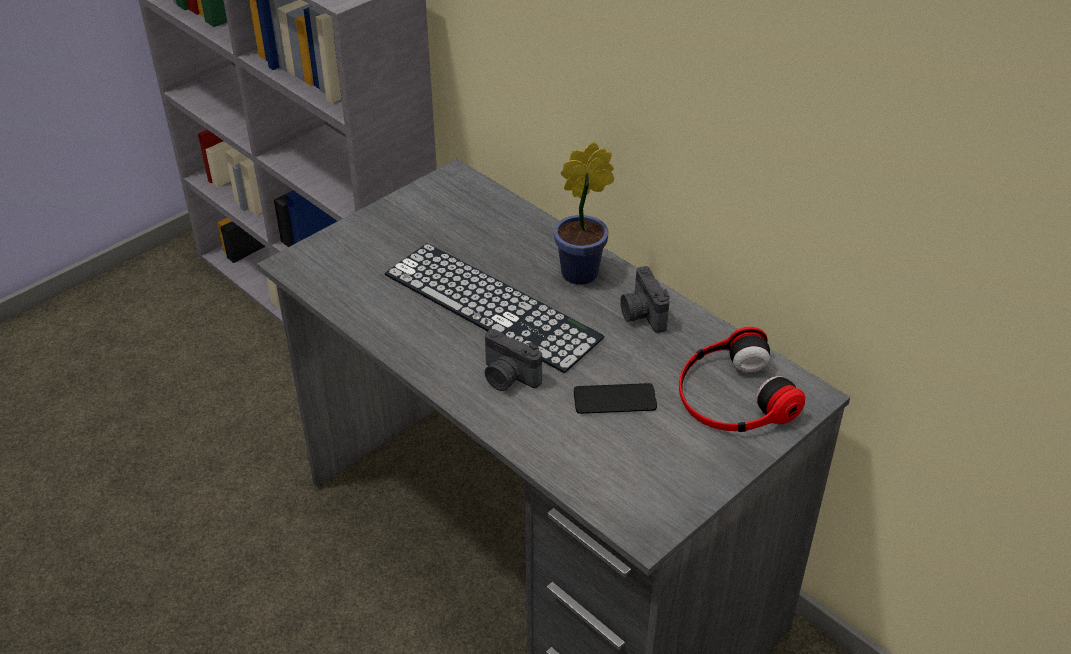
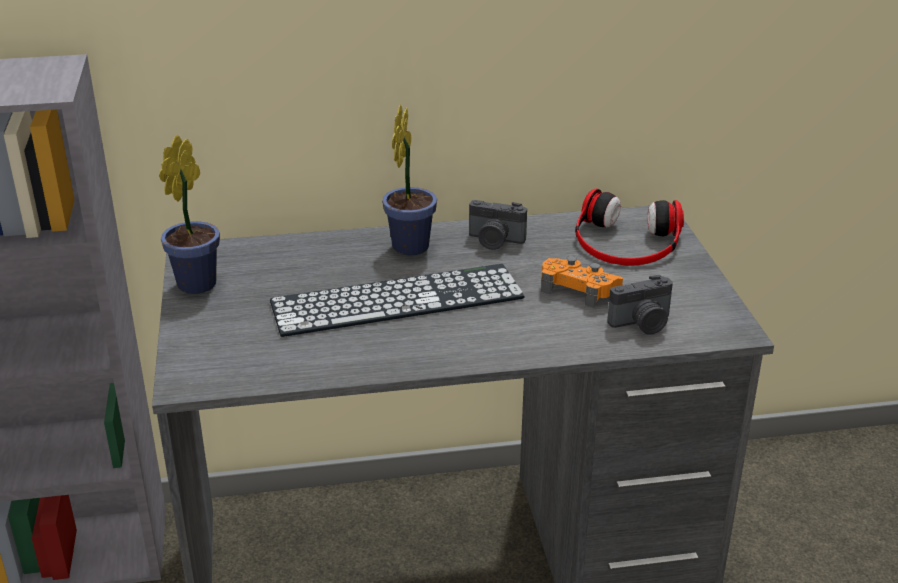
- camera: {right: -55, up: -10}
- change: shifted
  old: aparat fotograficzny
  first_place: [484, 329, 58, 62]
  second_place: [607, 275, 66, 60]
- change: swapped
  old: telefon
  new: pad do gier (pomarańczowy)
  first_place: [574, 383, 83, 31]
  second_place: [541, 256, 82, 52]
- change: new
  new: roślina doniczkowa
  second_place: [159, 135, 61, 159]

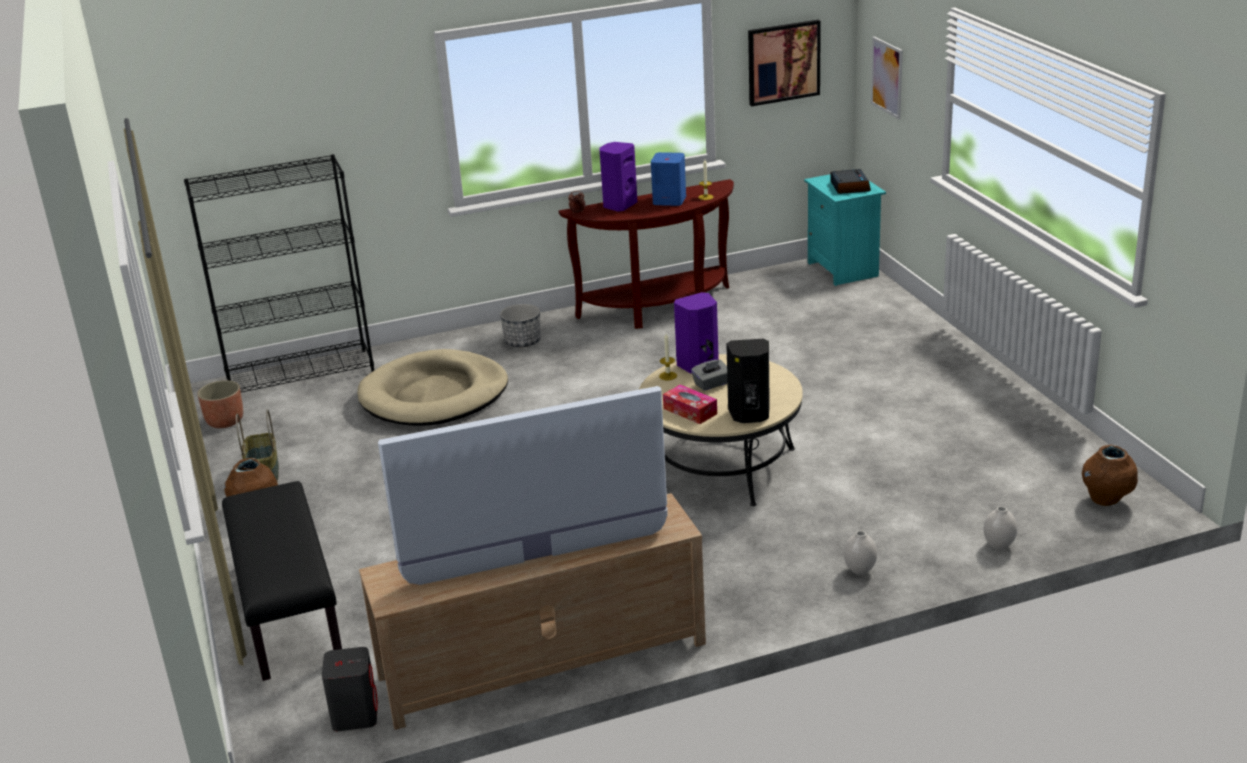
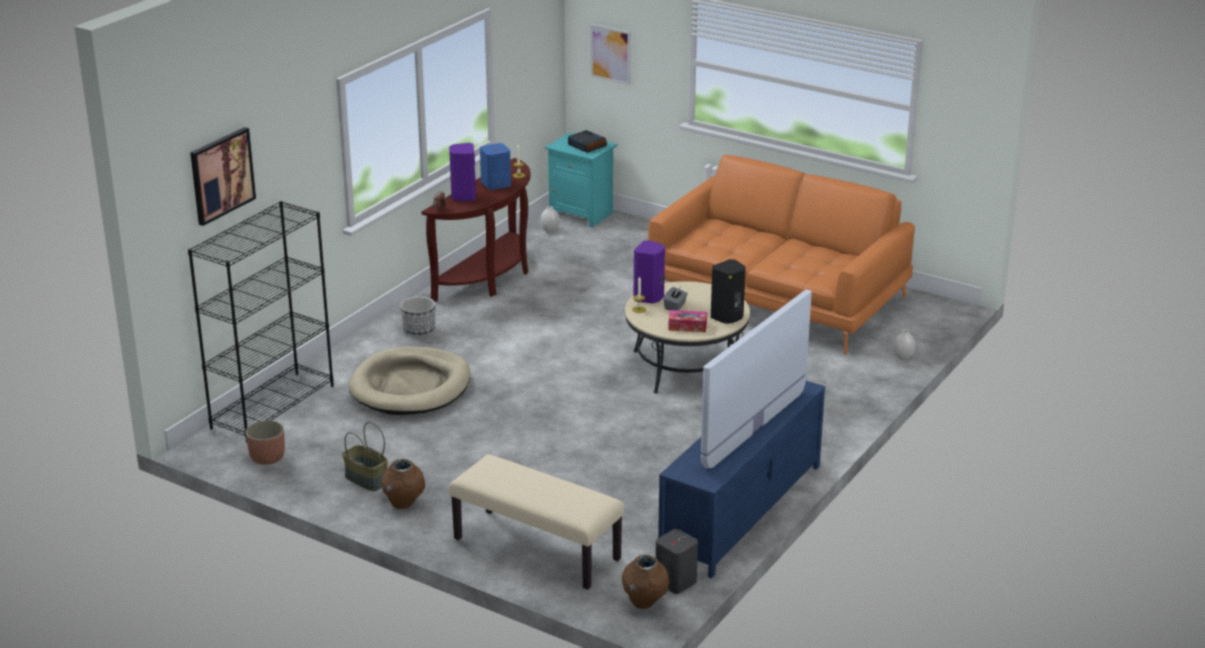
- camera: {right: -40, up: 0}
- change: repainted
  old: ławka (czarny)
  new: ławka (beżowy)
  first_place: [222, 481, 120, 200]
  second_place: [449, 454, 175, 136]
- change: repainted
  old: szafka pod telewizor (beżowy)
  new: szafka pod telewizor (niebieski)
  first_place: [359, 493, 347, 237]
  second_place: [658, 381, 167, 197]
- change: shifted
  old: obraz
  first_place: [748, 20, 73, 86]
  second_place: [190, 127, 66, 99]
- change: shifted
  old: wazon (biały)
  first_place: [844, 531, 33, 44]
  second_place: [540, 206, 20, 27]
- change: shifted
  old: wazon (brązowy)
  first_place: [1082, 445, 56, 61]
  second_place: [622, 555, 47, 54]
- change: new
  new: kanapa (pomarańczowy)
  second_place: [648, 155, 267, 200]

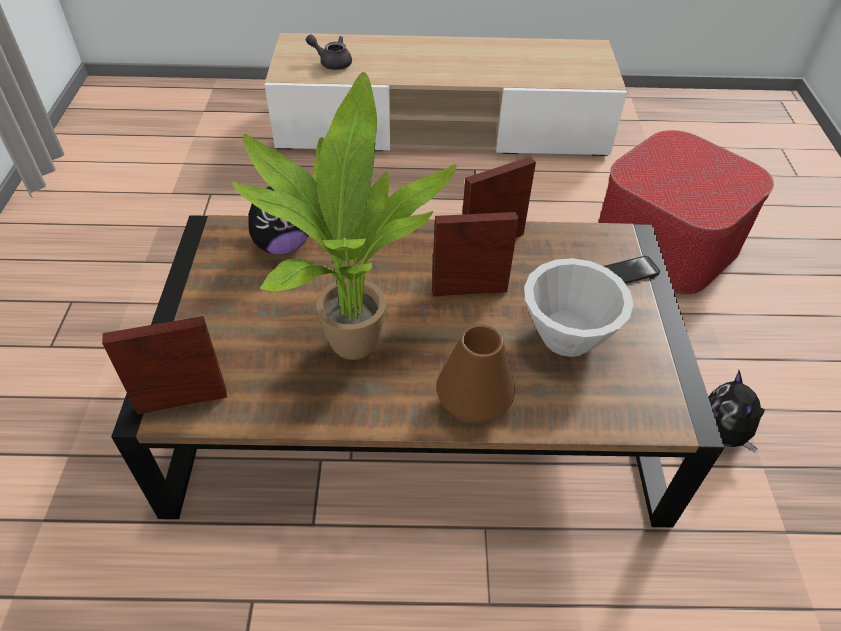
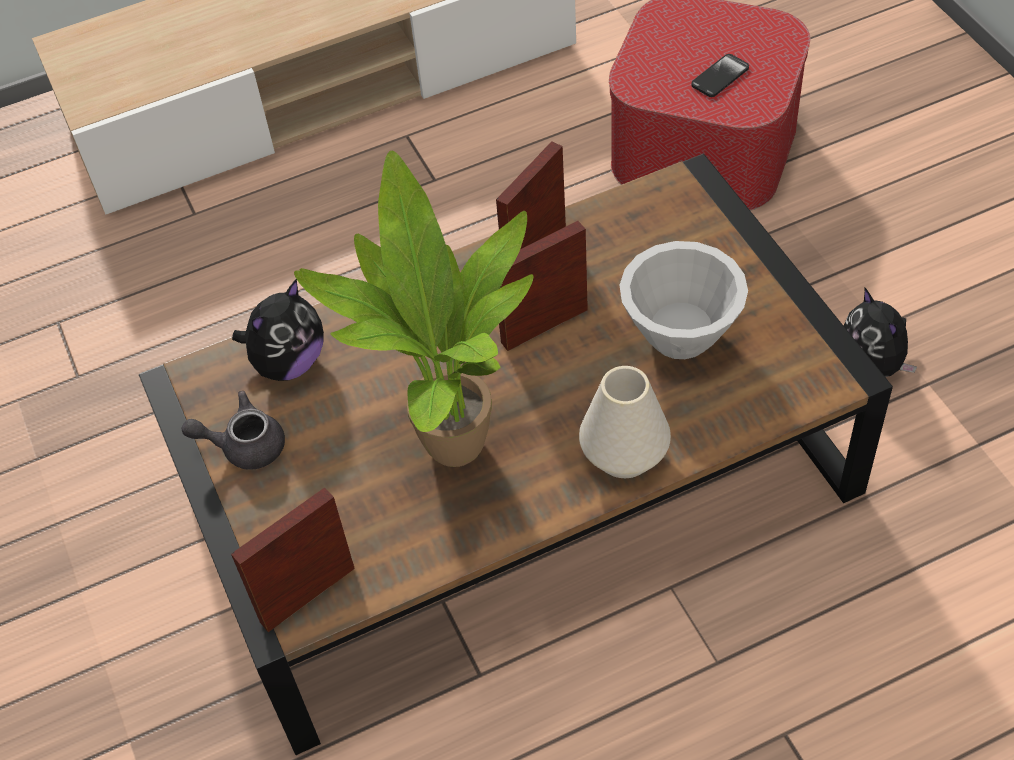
- camera: {right: -20, up: 5}
- change: shifted
  old: imbryk (szary)
  first_place: [306, 34, 46, 36]
  second_place: [182, 391, 103, 79]
- change: repainted
  old: wazon (brązowy)
  new: wazon (biały)
  first_place: [437, 324, 78, 101]
  second_place: [579, 366, 92, 112]
- change: shifted
  old: telefon
  first_place: [604, 256, 56, 28]
  second_place: [691, 54, 58, 43]

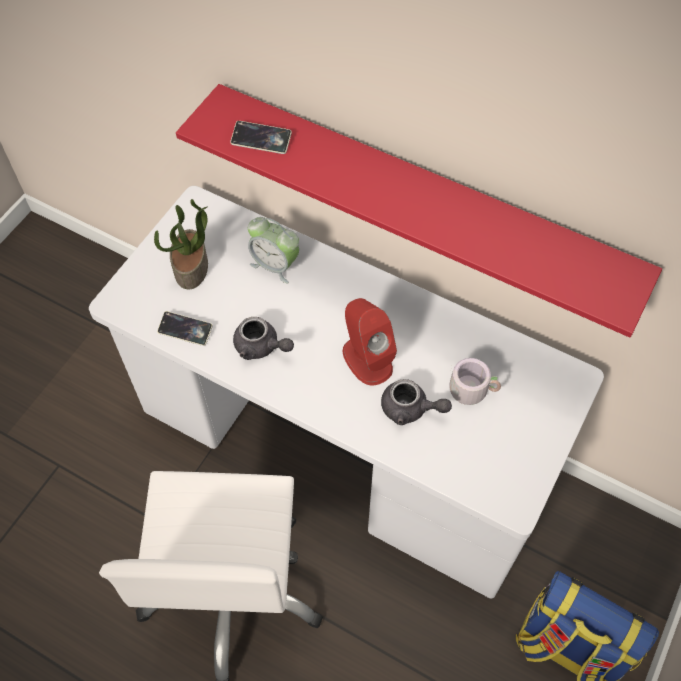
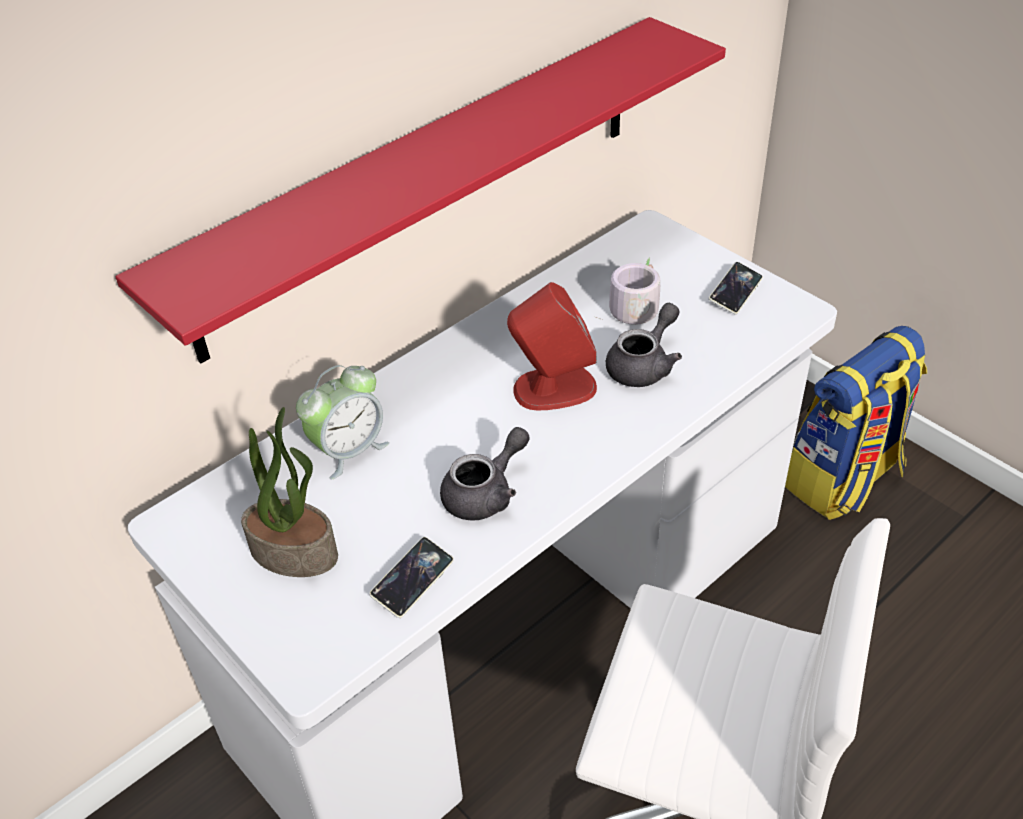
- camera: {right: -70, up: -15}
- change: shifted
  old: telefon
  first_place: [230, 121, 62, 33]
  second_place: [709, 262, 54, 53]

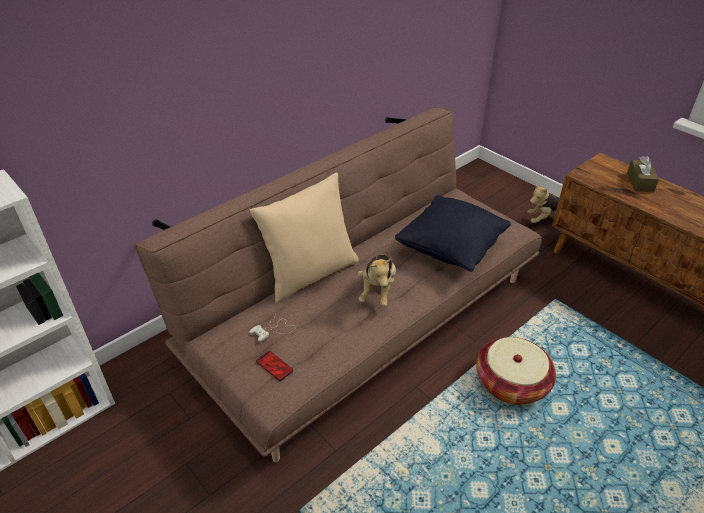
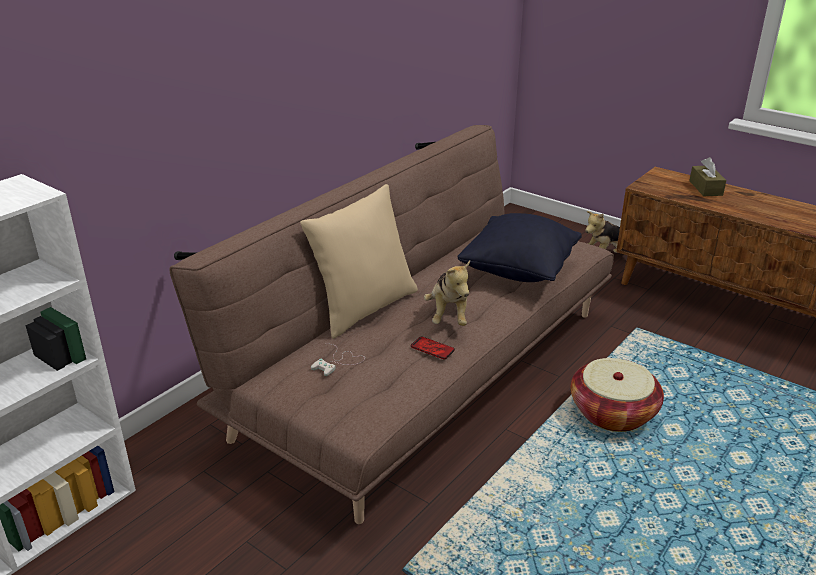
- camera: {right: -10, up: -10}
- change: shifted
  old: telefon
  first_place: [256, 351, 37, 30]
  second_place: [411, 336, 44, 23]

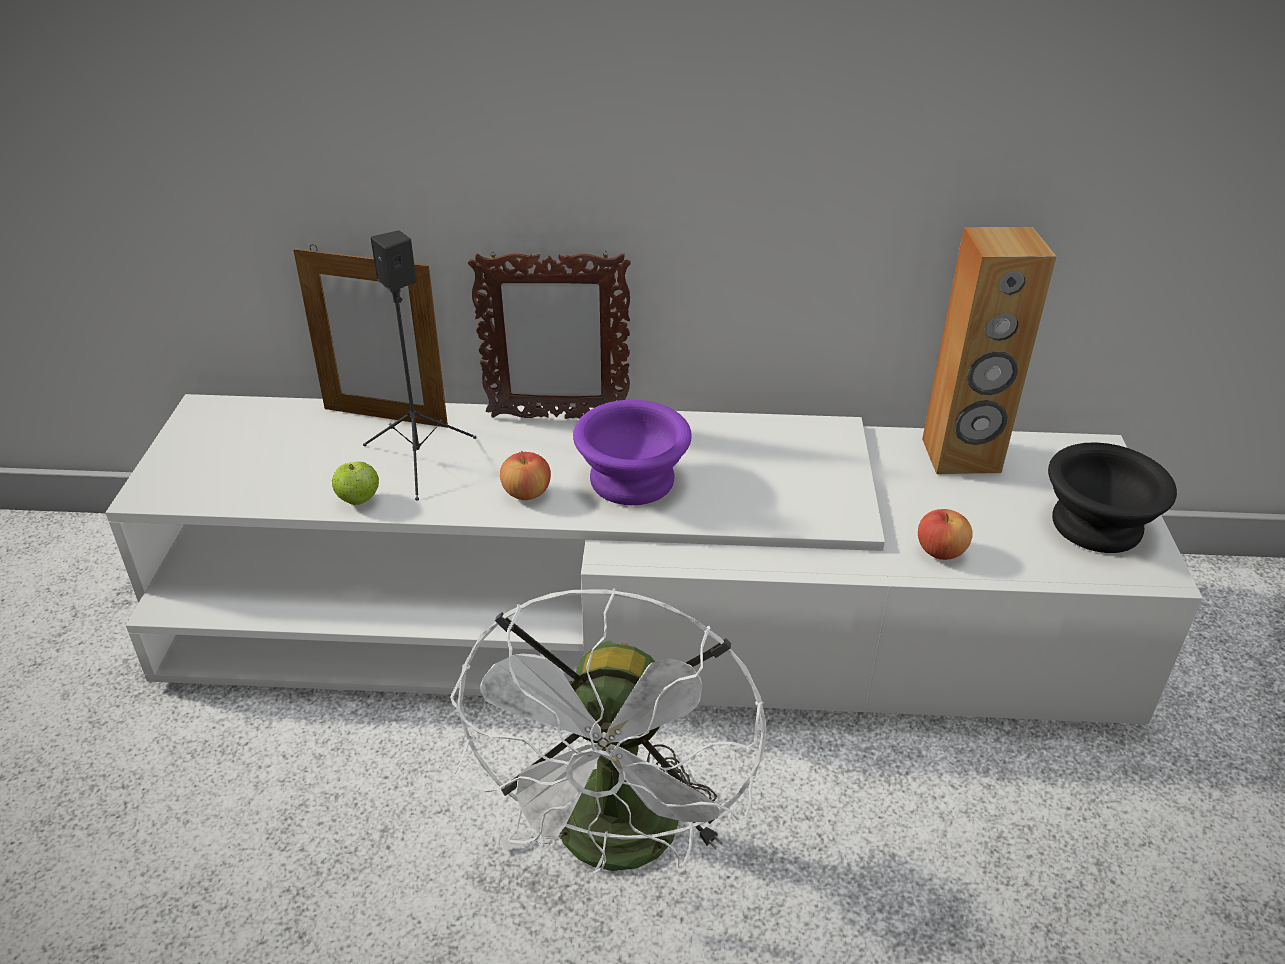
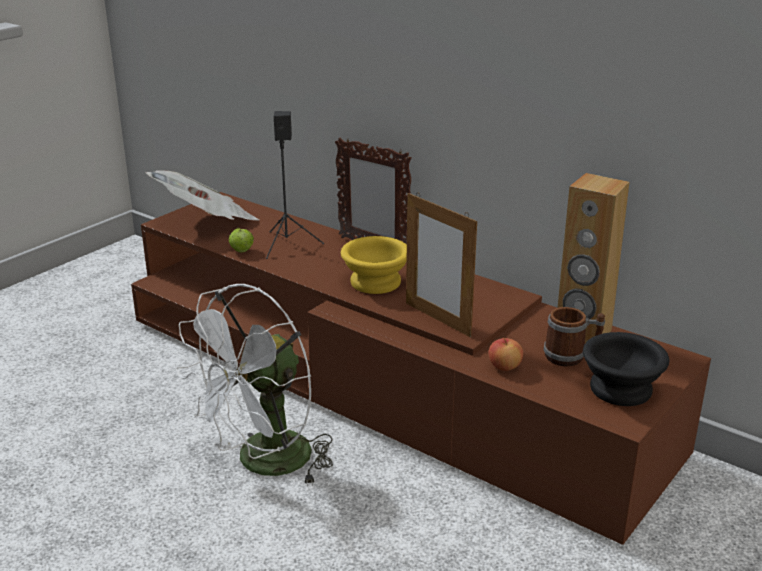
- camera: {right: 35, up: -10}
- change: repainted
  old: szafka pod telewizor (biały)
  new: szafka pod telewizor (brązowy)
  first_place: [105, 394, 1098, 330]
  second_place: [131, 192, 580, 353]
- change: shifted
  old: ramka na zdjęcie
  first_place: [293, 244, 155, 184]
  second_place: [406, 193, 71, 144]
- change: gone
  old: jabłko
  first_place: [500, 451, 51, 49]
- change: repainted
  old: miska (fioletowy)
  new: miska (żółty)
  first_place: [573, 400, 119, 105]
  second_place: [341, 236, 66, 58]
- change: new
  new: gazeta
  second_place: [145, 170, 115, 51]
- change: new
  new: kubek
  second_place: [544, 307, 61, 59]

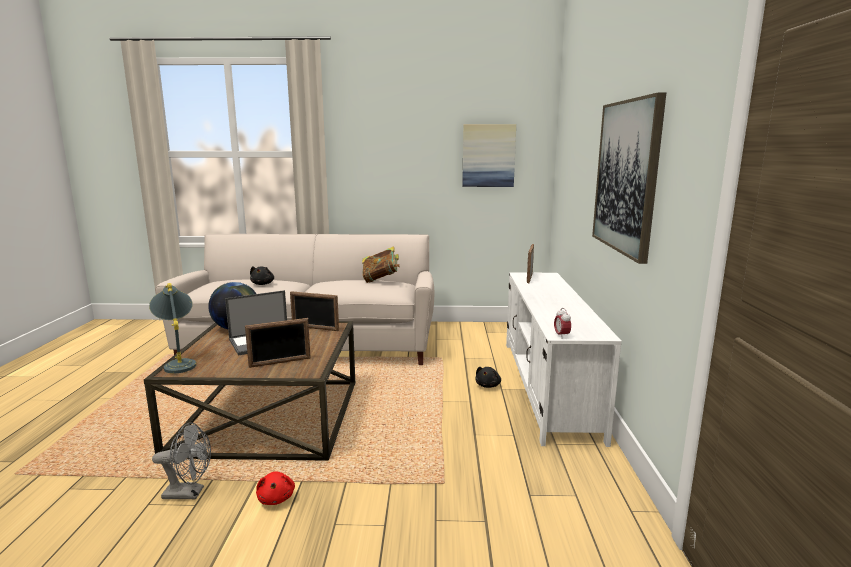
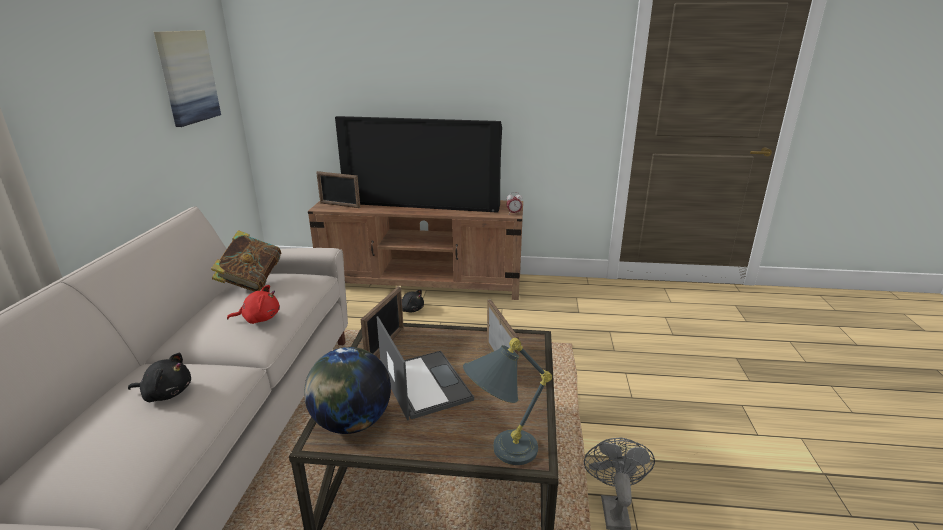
- camera: {right: -85, up: 10}
- change: shifted
  old: pluszak (czerwony)
  first_place: [256, 471, 39, 34]
  second_place: [227, 285, 53, 39]
- change: repainted
  old: szafka pod telewizor (biały)
  new: szafka pod telewizor (brązowy)
  first_place: [506, 272, 116, 175]
  second_place: [308, 200, 215, 100]
- change: gone
  old: obraz
  first_place: [592, 93, 74, 171]
- change: new
  new: telewizor
  second_place: [335, 116, 167, 97]

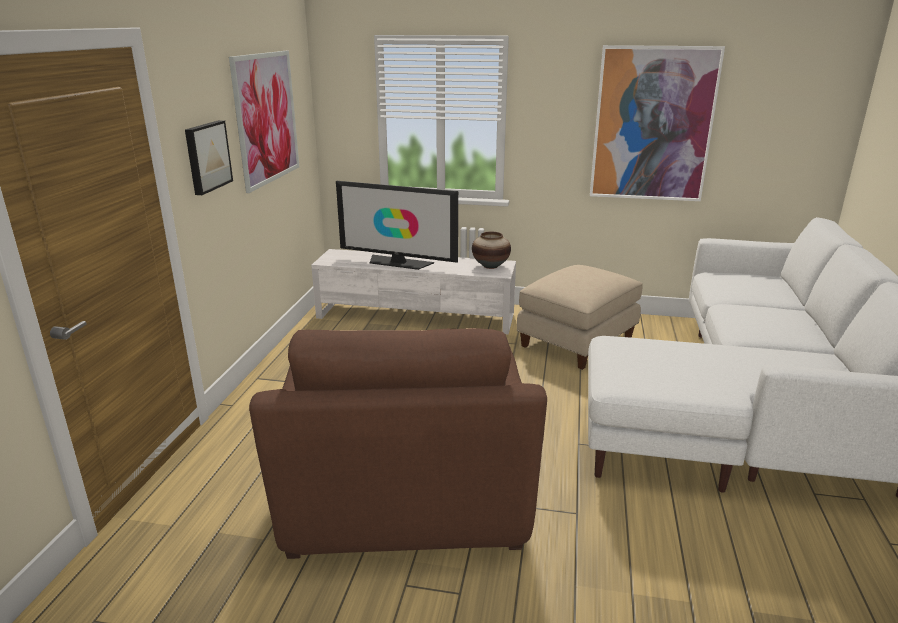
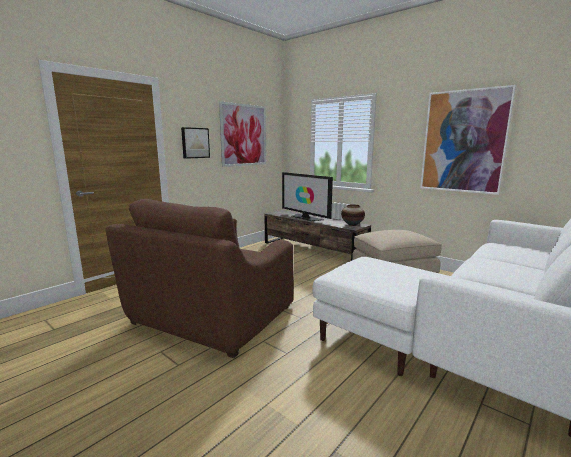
- camera: {right: 30, up: -10}
- change: repainted
  old: szafka pod telewizor (biały)
  new: szafka pod telewizor (brązowy)
  first_place: [311, 249, 205, 86]
  second_place: [264, 210, 107, 51]

